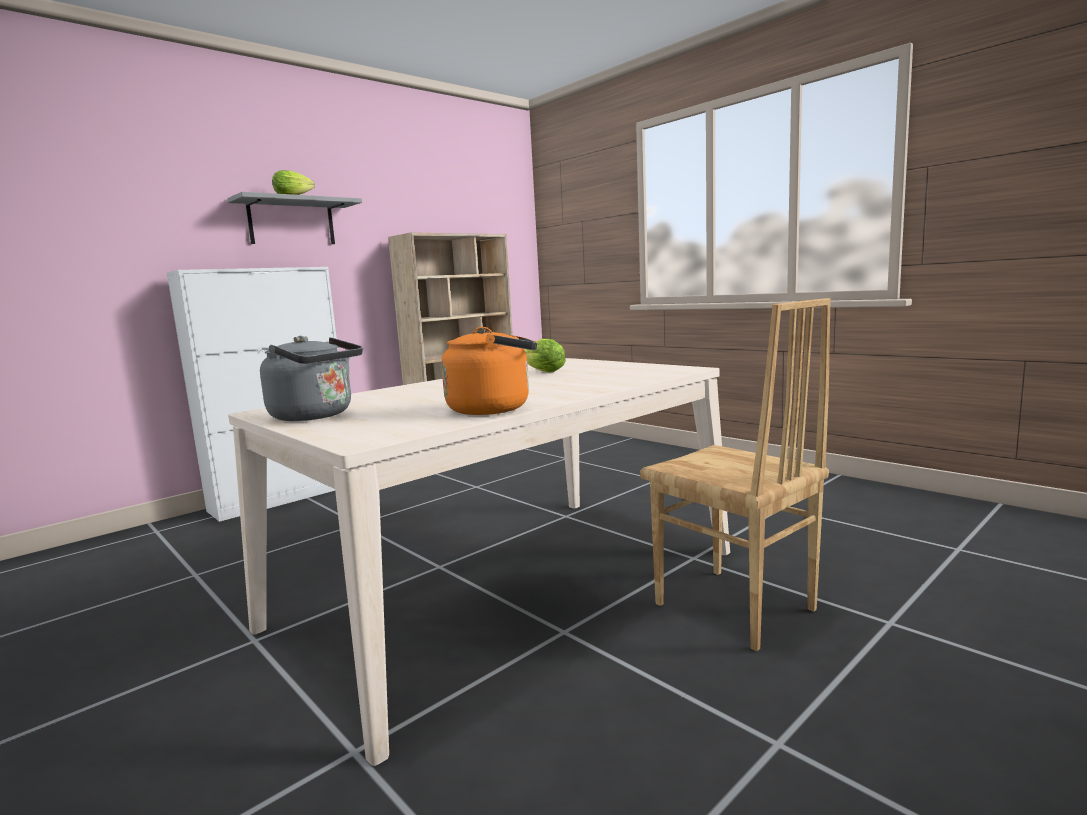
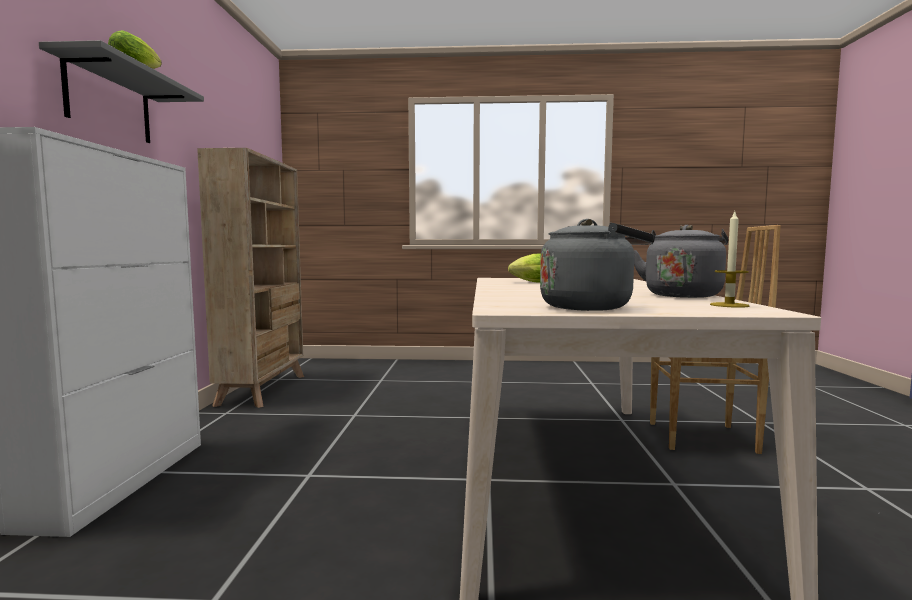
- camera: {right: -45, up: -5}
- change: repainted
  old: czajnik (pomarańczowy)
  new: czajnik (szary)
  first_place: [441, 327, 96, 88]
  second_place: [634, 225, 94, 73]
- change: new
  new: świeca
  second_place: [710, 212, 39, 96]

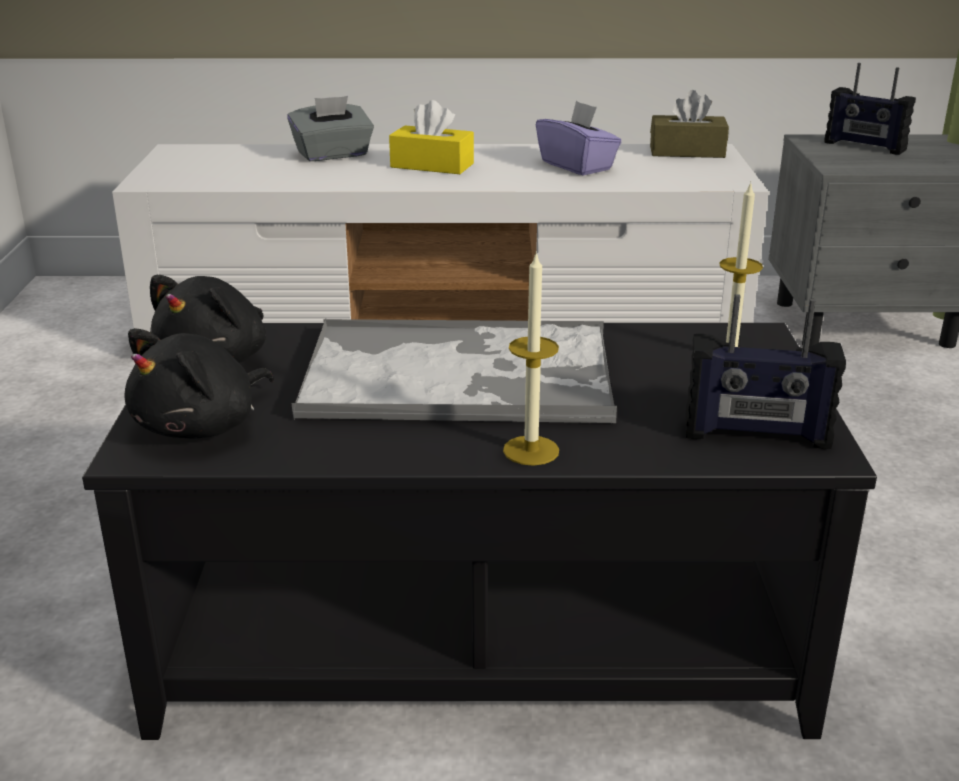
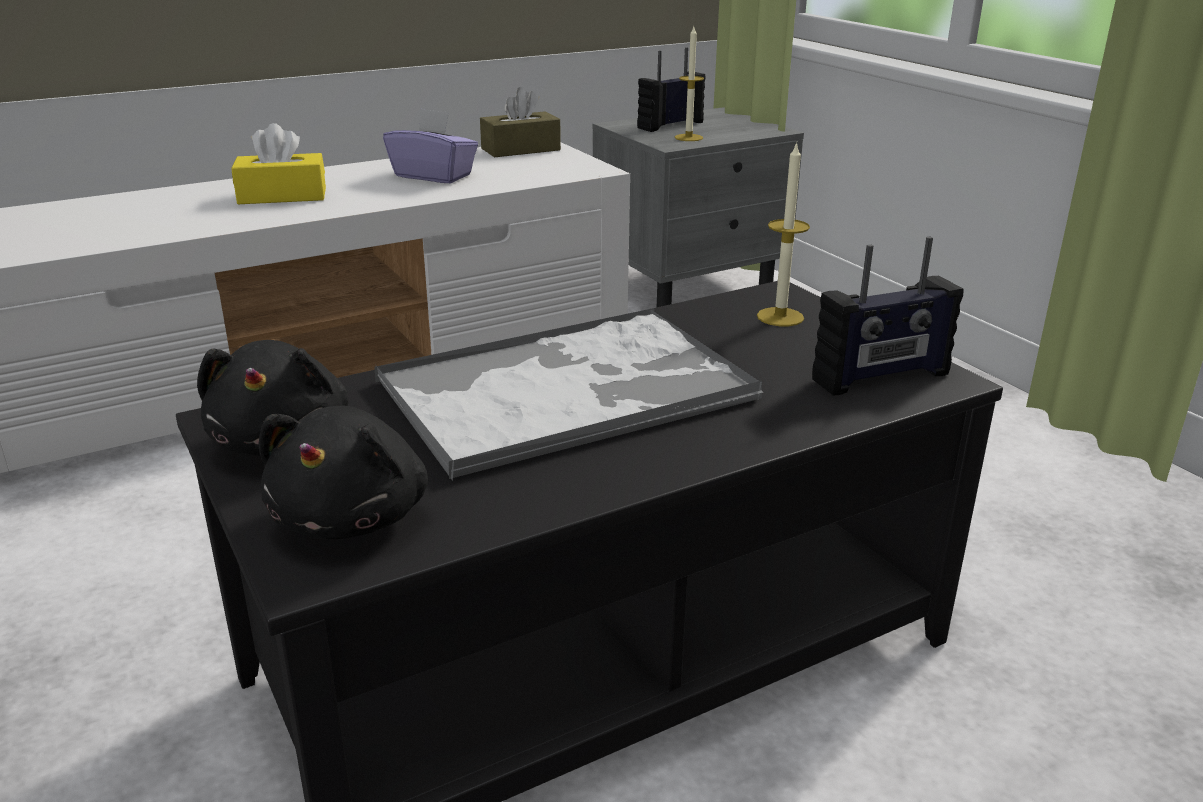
- camera: {right: -30, up: 0}
- change: gone
  old: pudełko chusteczek (szary)
  first_place: [287, 96, 87, 65]
- change: shifted
  old: świeca
  first_place: [503, 252, 56, 214]
  second_place: [675, 27, 29, 114]
- change: rotated
  old: radio
  first_place: [824, 63, 92, 92]
  second_place: [637, 47, 69, 85]
  degrees: 135

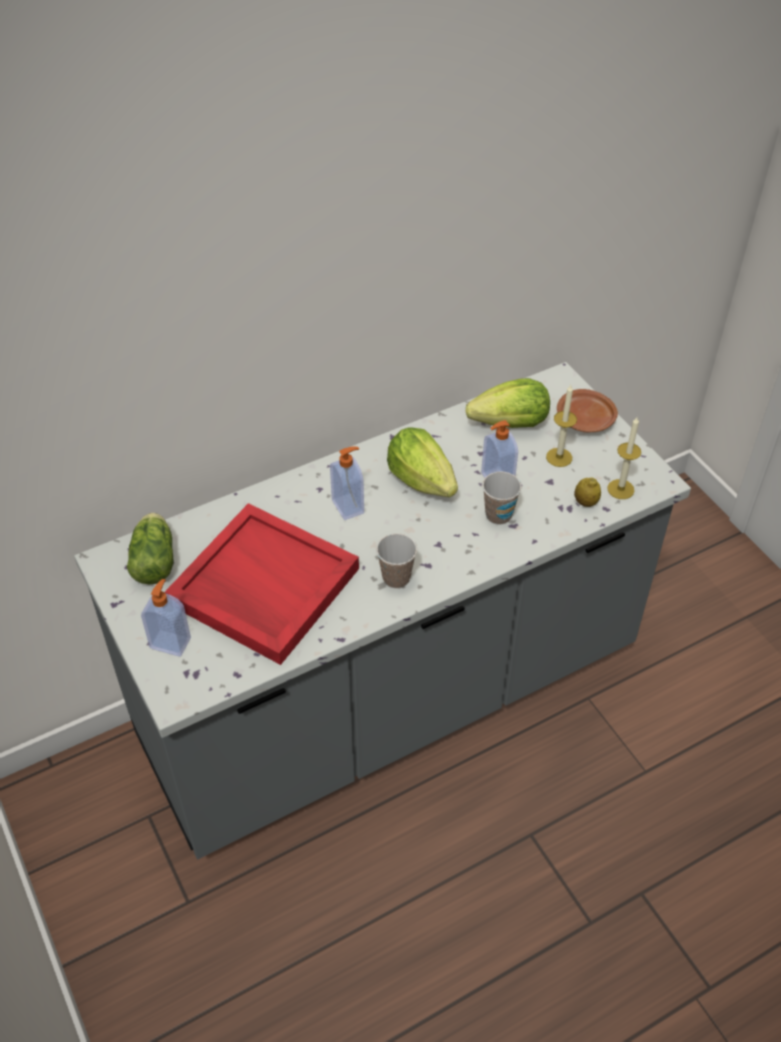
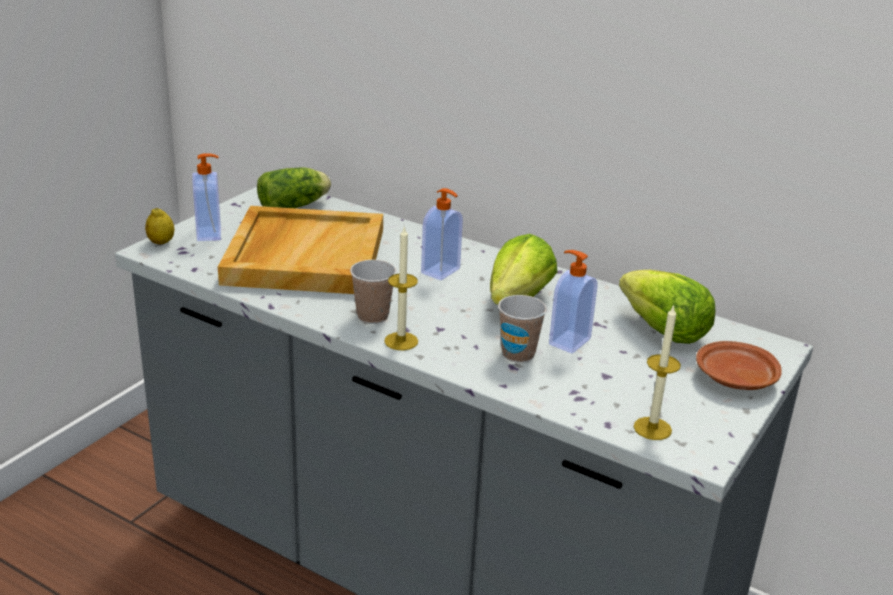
- camera: {right: 60, up: -20}
- change: repainted
  old: taca (czerwony)
  new: taca (beżowy)
  first_place: [165, 503, 194, 162]
  second_place: [218, 206, 165, 88]
- change: shifted
  old: świeca
  first_place: [546, 385, 31, 82]
  second_place: [384, 226, 34, 124]
- change: shifted
  old: cytryna
  first_place: [574, 477, 27, 30]
  second_place: [145, 208, 30, 37]

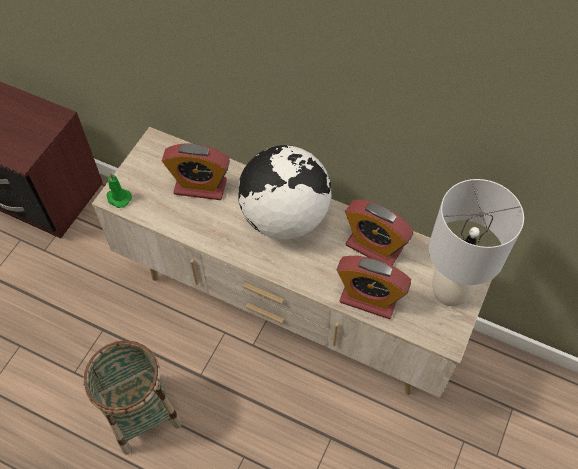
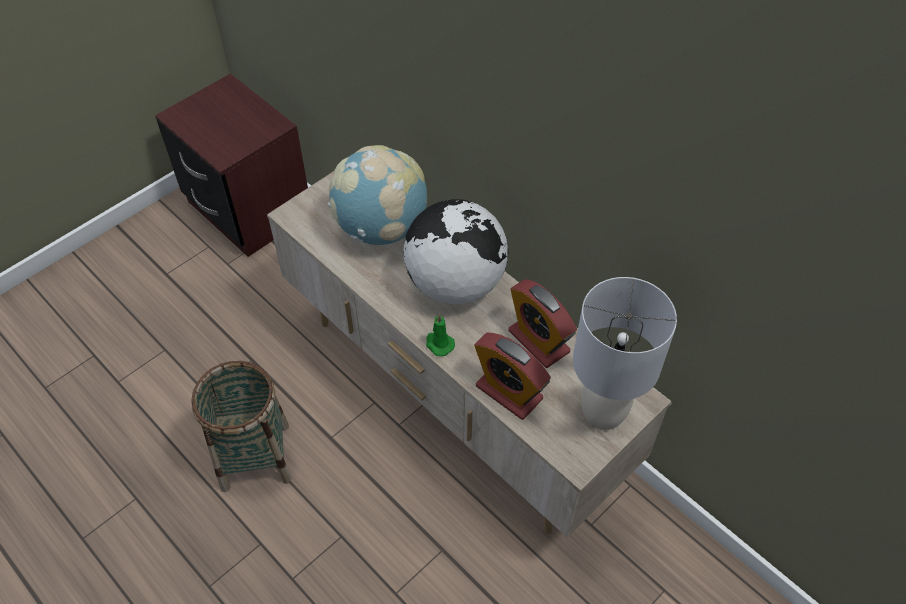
- camera: {right: 20, up: -5}
- change: shifted
  old: świeca (zielony)
  first_place: [106, 173, 26, 35]
  second_place: [426, 314, 29, 42]
- change: swapped
  old: budzik
  new: globus
  first_place: [162, 143, 68, 57]
  second_place: [328, 145, 99, 100]

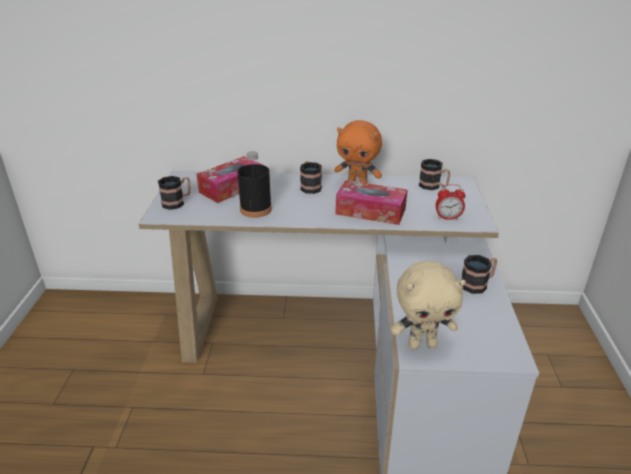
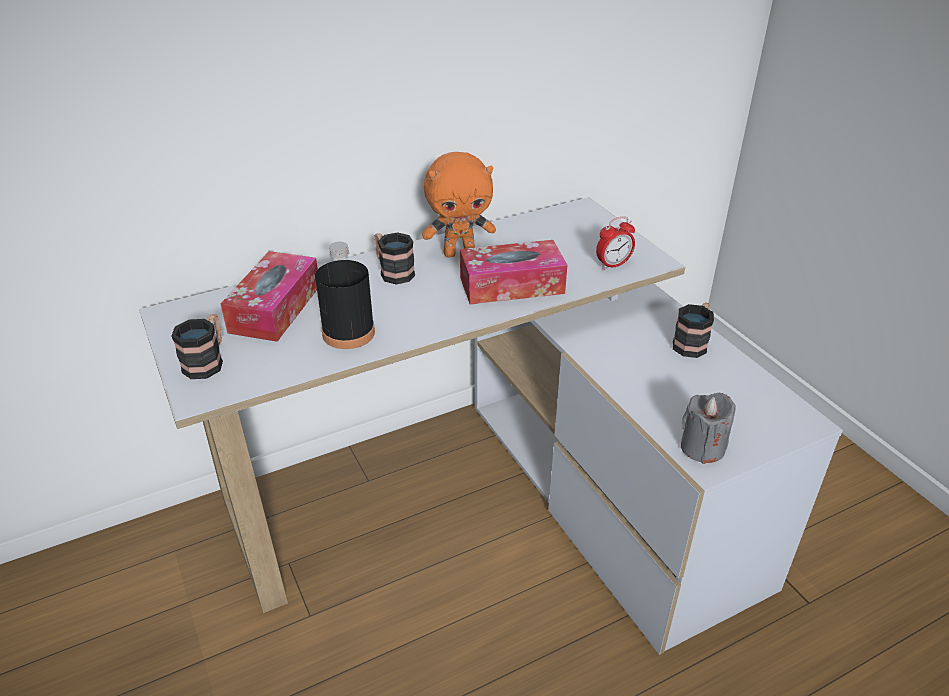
- camera: {right: -30, up: 5}
- change: swapped
  old: pluszak (beżowy)
  new: świeca (szary)
  first_place: [391, 261, 75, 89]
  second_place: [681, 393, 55, 71]
- change: gone
  old: kubek
  first_place: [419, 159, 31, 31]

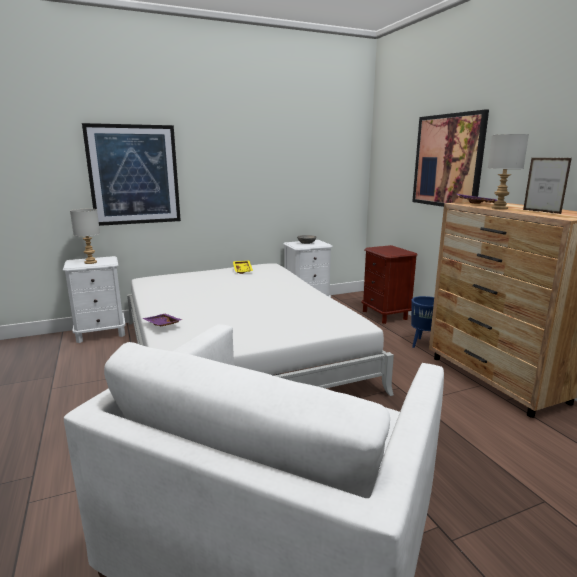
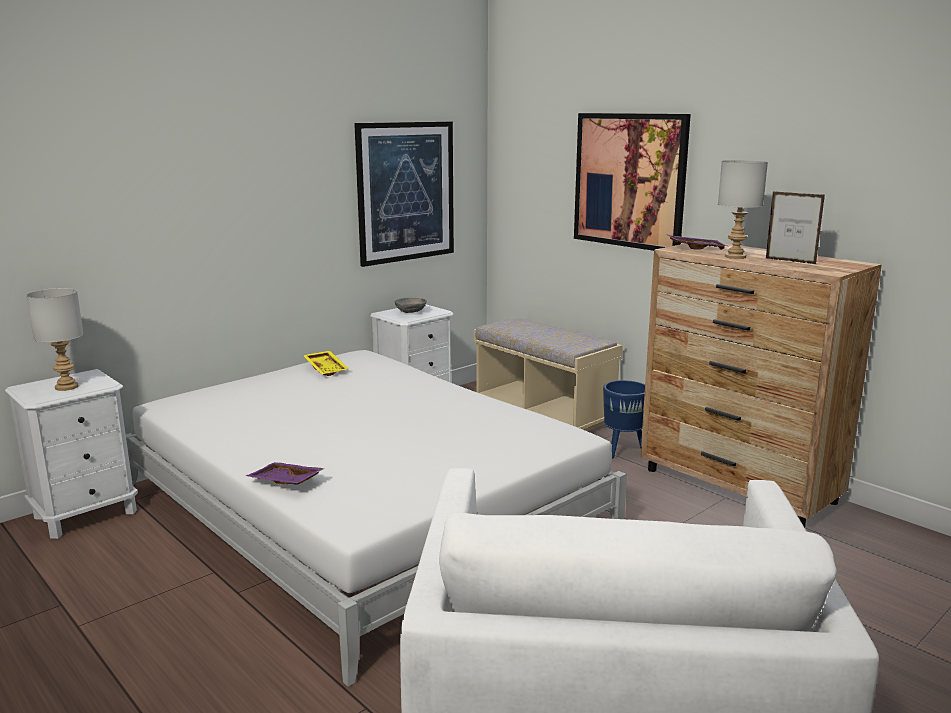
- camera: {right: -20, up: 0}
- change: shifted
  old: obraz
  first_place: [82, 123, 99, 103]
  second_place: [354, 122, 100, 145]
- change: swapped
  old: szafka nocna (brązowy)
  new: ławka (beżowy)
  first_place: [361, 245, 57, 79]
  second_place: [474, 318, 149, 113]

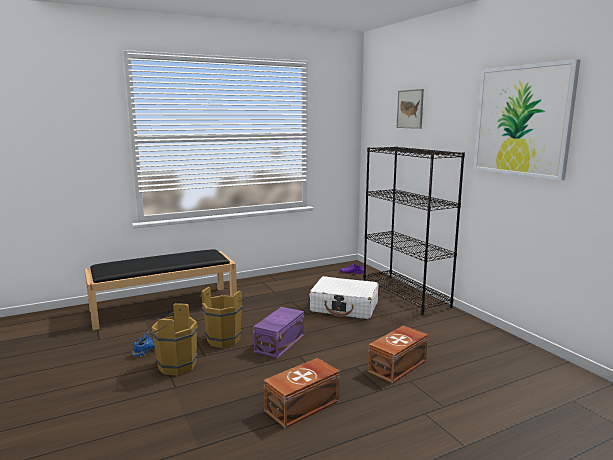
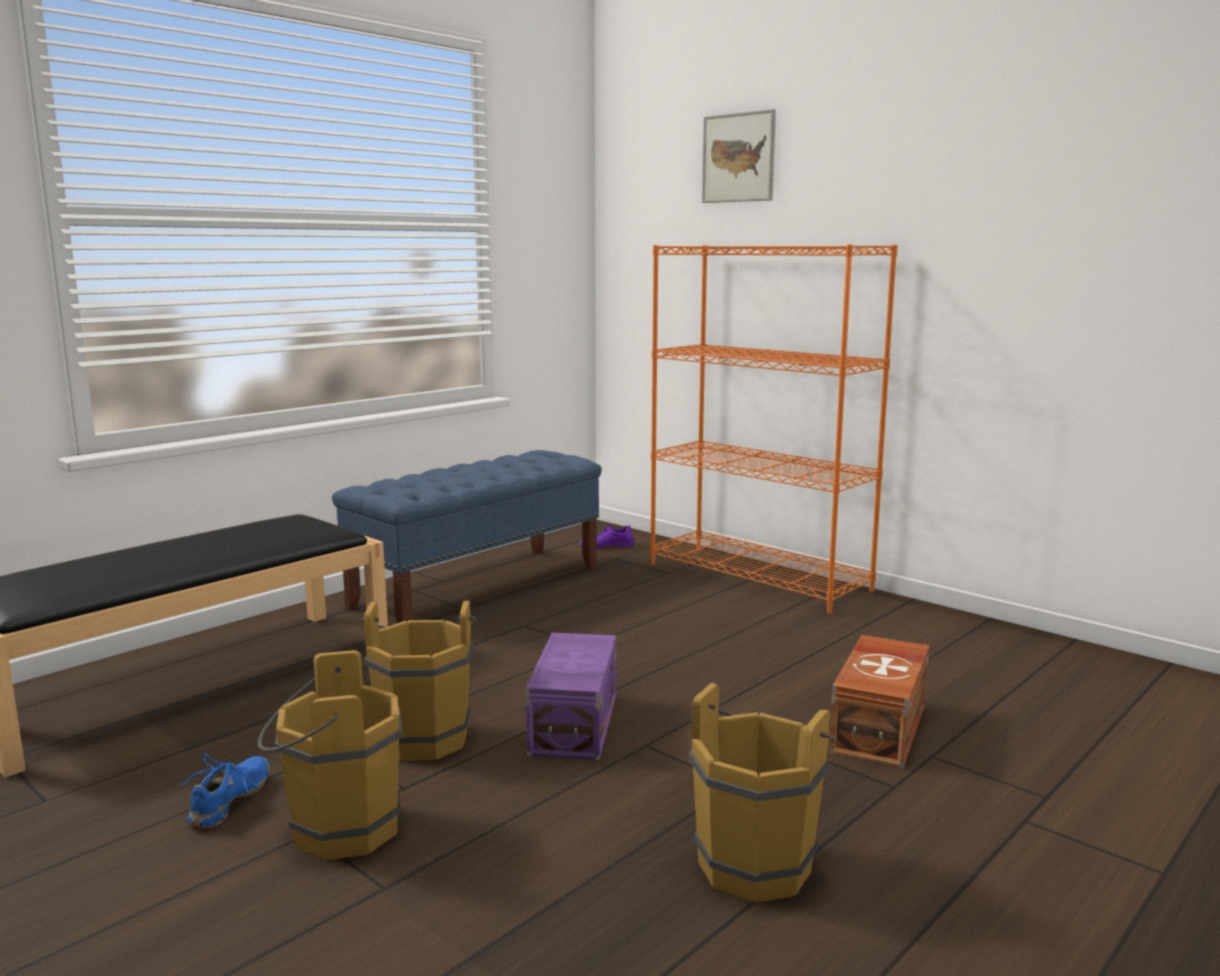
- camera: {right: -20, up: 0}
- change: swapped
  old: pojemnik do przechowywania (brązowy)
  new: wiadro (brązowy)
  first_place: [264, 358, 76, 70]
  second_place: [689, 682, 146, 221]
- change: gone
  old: walizka (biały)
  first_place: [309, 276, 70, 43]
- change: repainted
  old: regał (czarny)
  new: regał (pomarańczowy)
  first_place: [363, 146, 102, 169]
  second_place: [650, 244, 248, 370]
- change: gone
  old: obraz
  first_place: [474, 59, 107, 121]
- change: new
  new: ławka (niebieski)
  second_place: [332, 450, 270, 173]

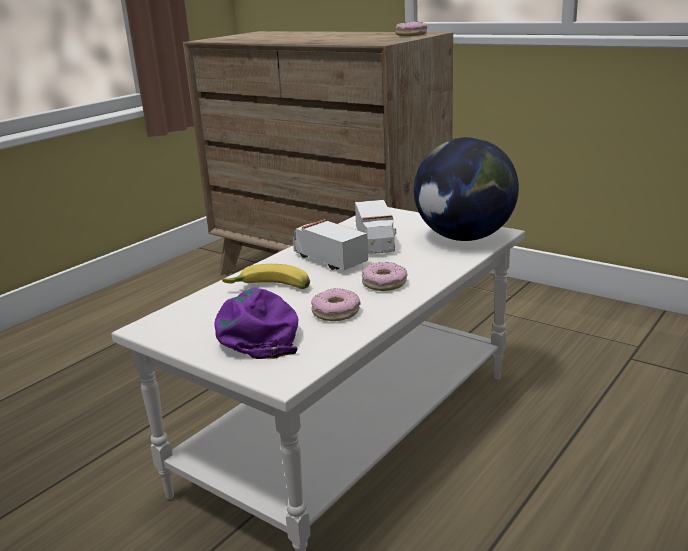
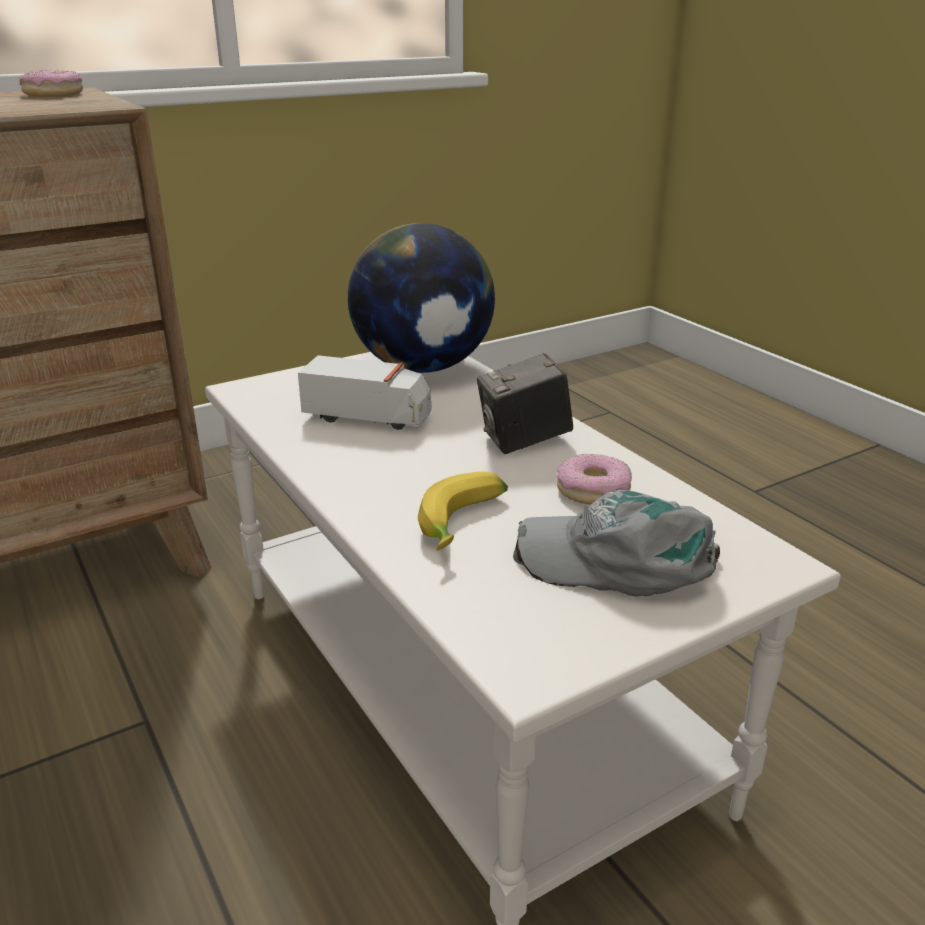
- camera: {right: -70, up: 5}
- change: repainted
  old: czapka z daszkiem (fioletowy)
  new: czapka z daszkiem (szary)
  first_place: [215, 288, 83, 71]
  second_place: [513, 490, 207, 107]
- change: gone
  old: ciężarówka zabawkowa
  first_place: [293, 219, 75, 51]
- change: swapped
  old: donut
  new: aparat fotograficzny
  first_place: [362, 262, 46, 29]
  second_place: [477, 353, 96, 101]

